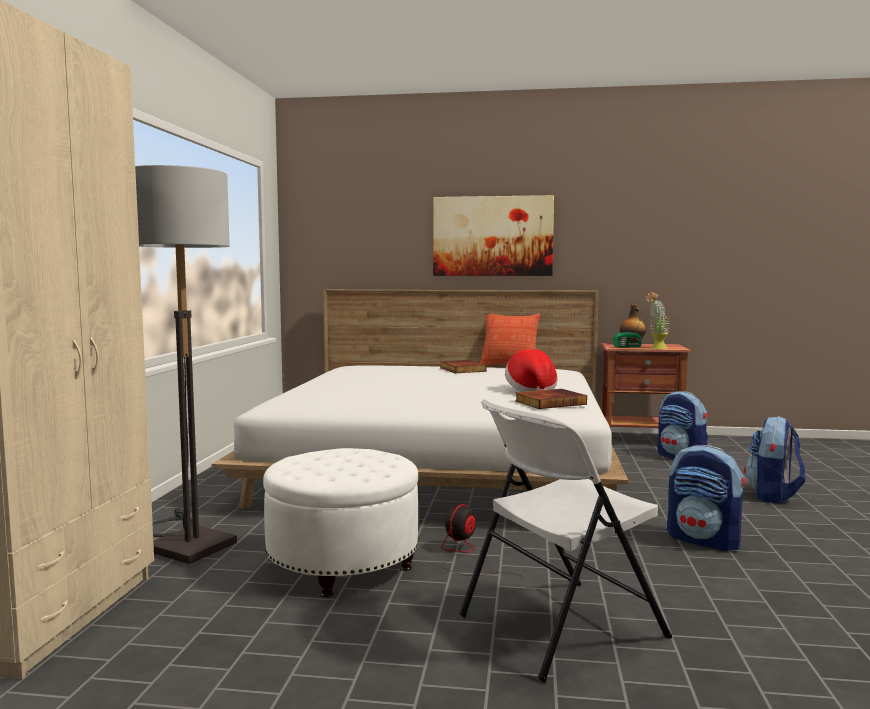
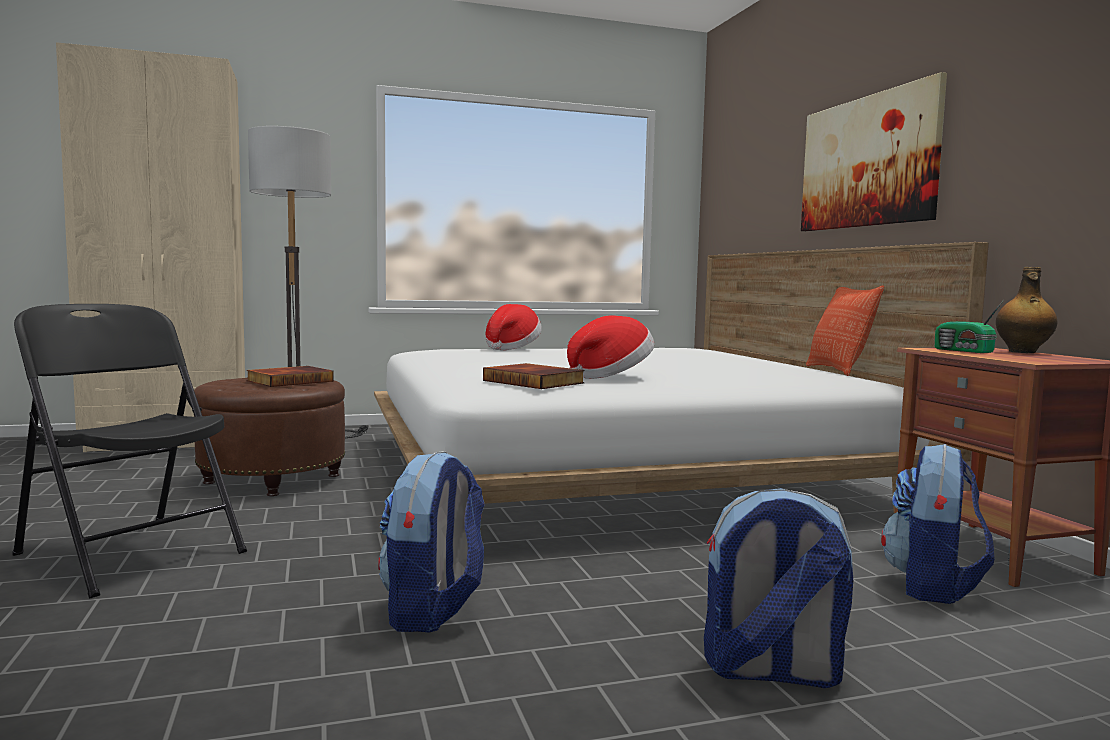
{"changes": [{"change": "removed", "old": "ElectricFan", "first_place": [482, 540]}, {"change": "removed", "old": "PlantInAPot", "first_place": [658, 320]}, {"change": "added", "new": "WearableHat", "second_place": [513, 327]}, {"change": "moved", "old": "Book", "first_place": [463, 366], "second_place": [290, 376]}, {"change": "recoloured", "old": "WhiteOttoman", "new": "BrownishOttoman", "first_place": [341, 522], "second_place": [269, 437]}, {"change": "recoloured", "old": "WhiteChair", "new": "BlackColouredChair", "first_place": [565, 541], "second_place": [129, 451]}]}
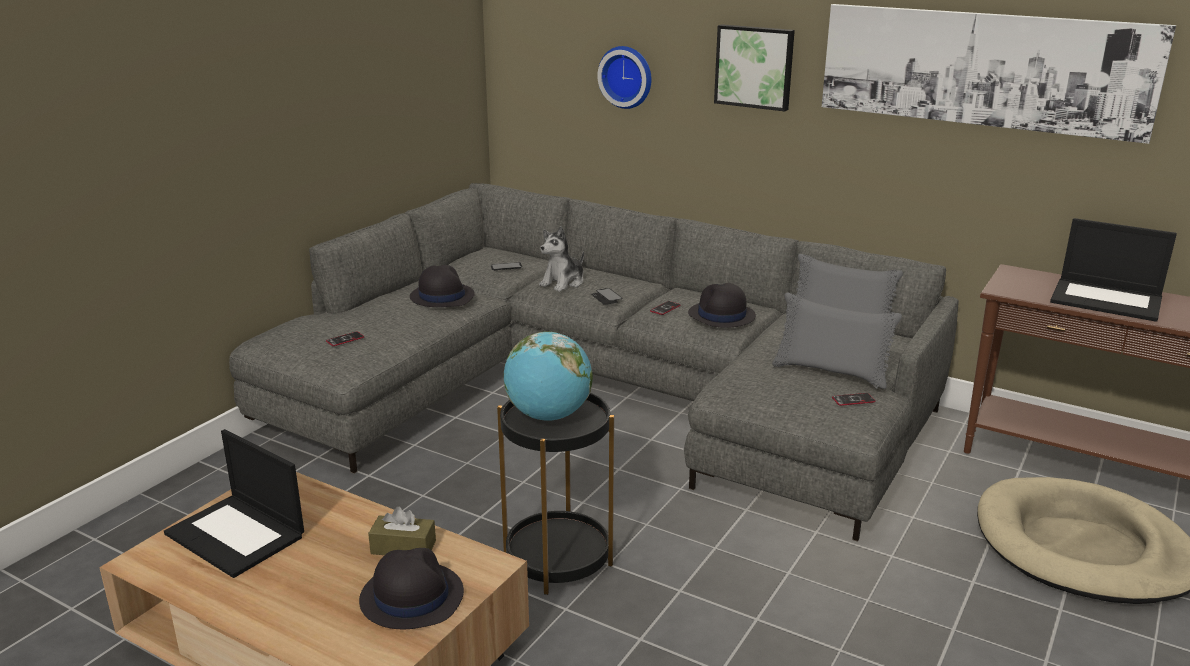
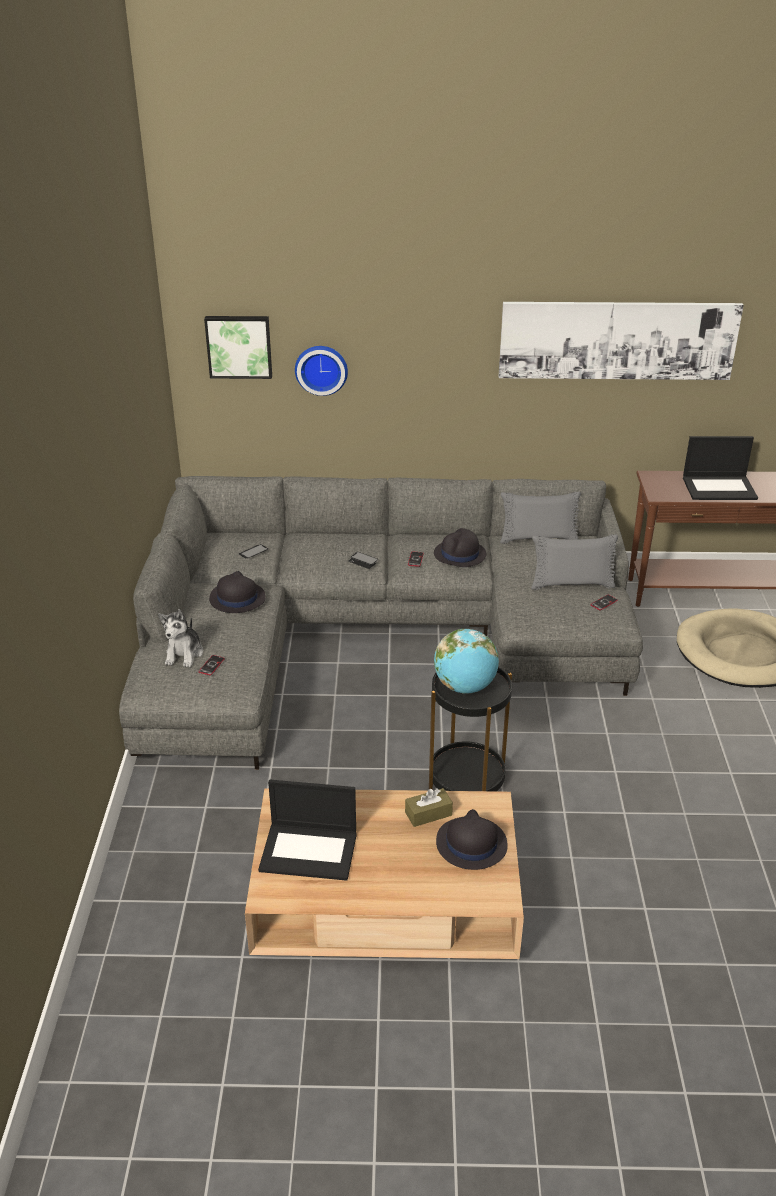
{"changes": [{"change": "moved", "old": "PlushToy", "first_place": [561, 259], "second_place": [180, 638]}, {"change": "moved", "old": "WallArt", "first_place": [754, 67], "second_place": [238, 347]}]}
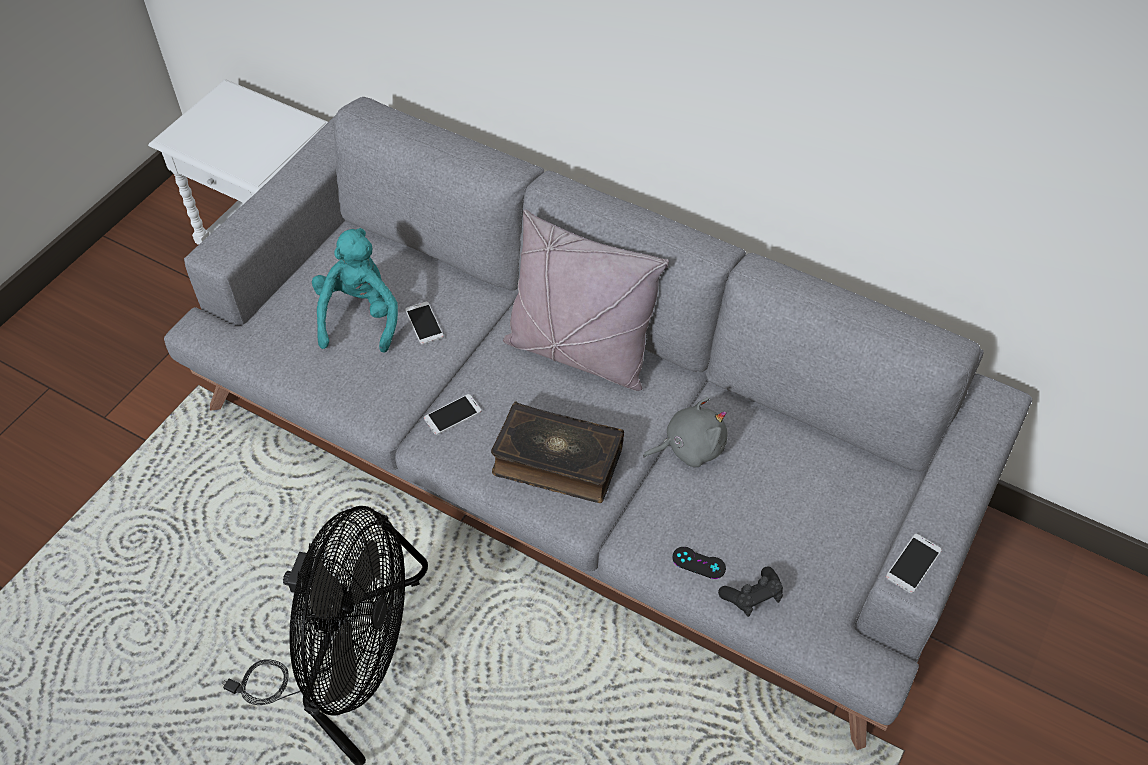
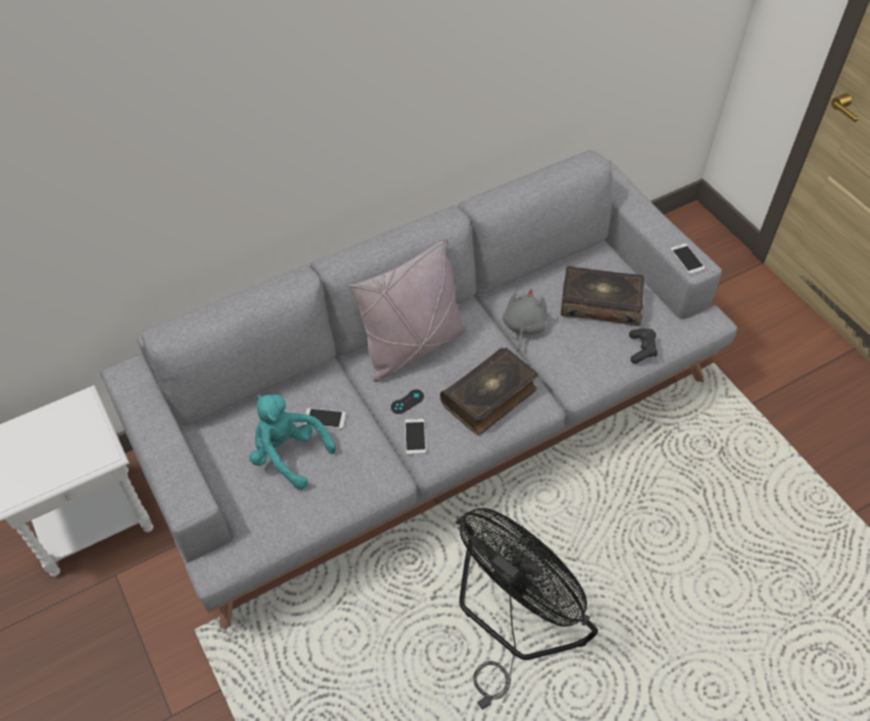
{"changes": [{"change": "added", "new": "Book", "second_place": [602, 296]}, {"change": "moved", "old": "BlackColouredGamepad", "first_place": [699, 563], "second_place": [407, 401]}]}
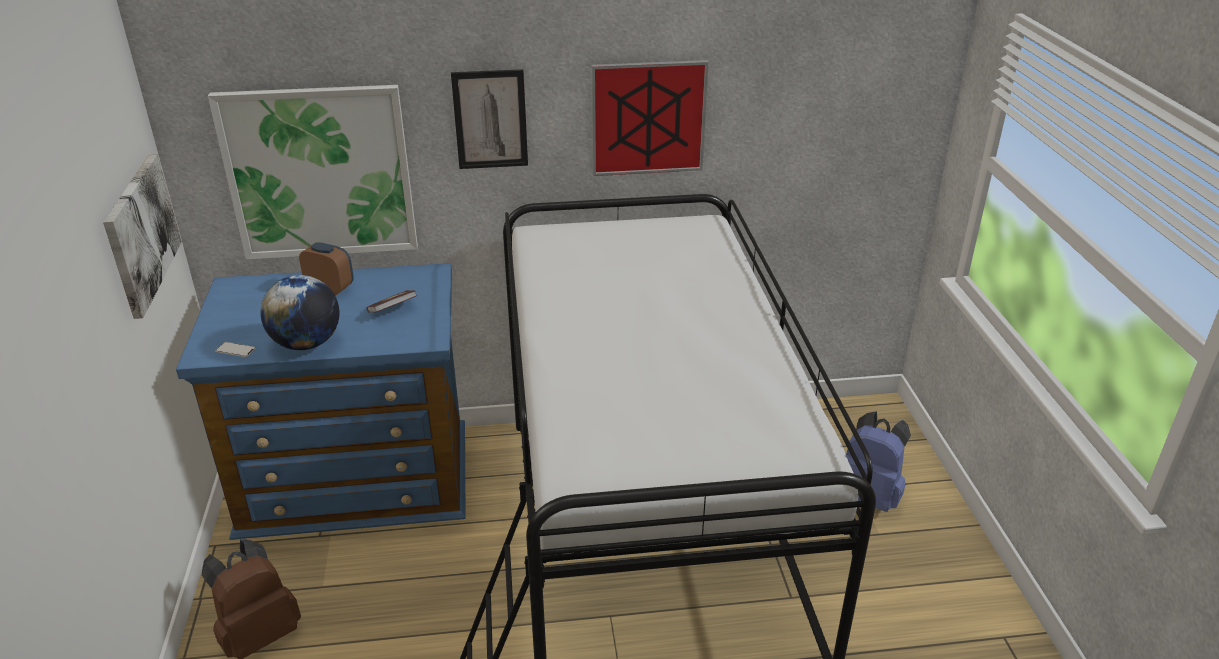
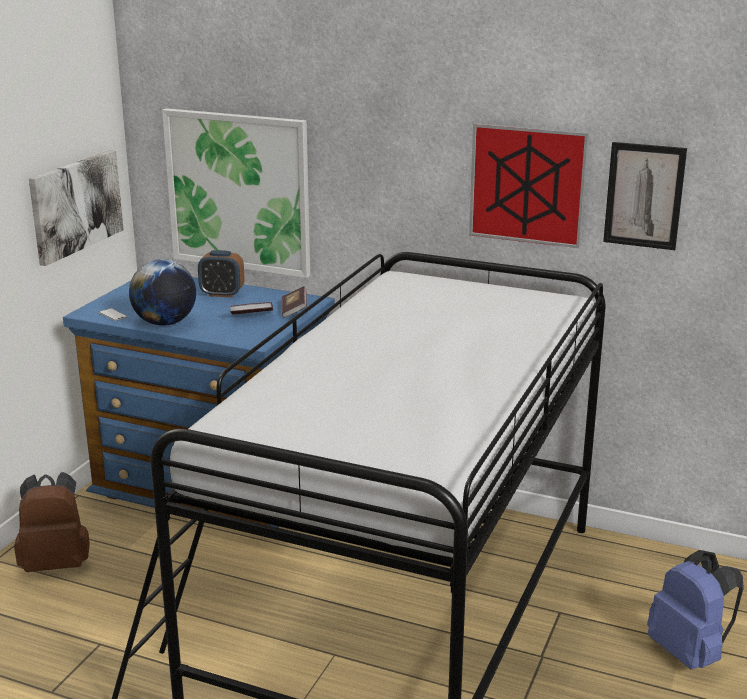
{"changes": [{"change": "added", "new": "Book", "second_place": [294, 302]}, {"change": "moved", "old": "WallArt", "first_place": [489, 119], "second_place": [645, 196]}, {"change": "turned", "old": "AlarmClock", "first_place": [326, 268], "second_place": [221, 274], "degrees": 135}]}
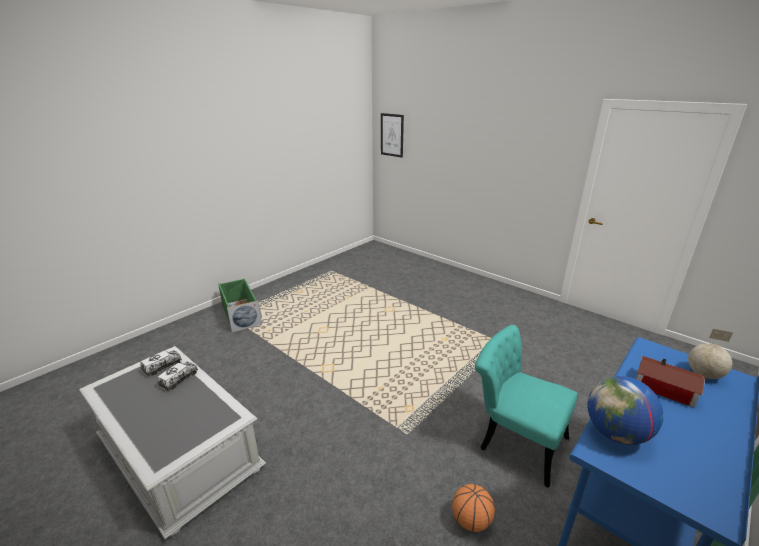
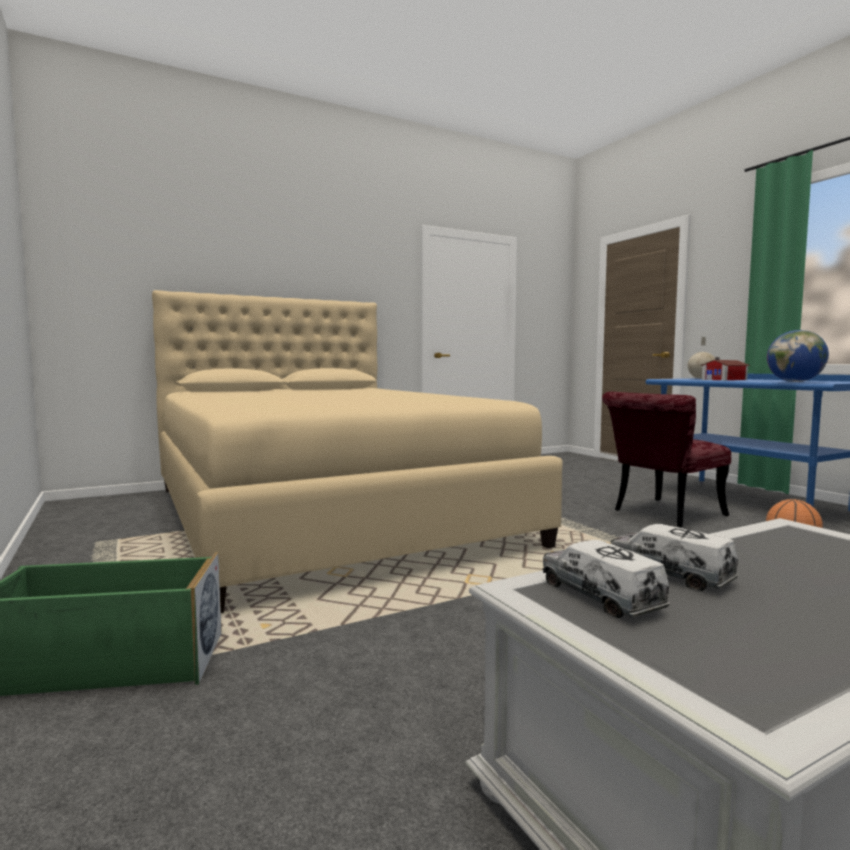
{"changes": [{"change": "removed", "old": "WallArt", "first_place": [392, 135]}, {"change": "added", "new": "BeigeColouredSleepingBed", "second_place": [357, 451]}, {"change": "recoloured", "old": "TurquoiseColouredChair", "new": "ReddishChair", "first_place": [526, 406], "second_place": [666, 459]}]}
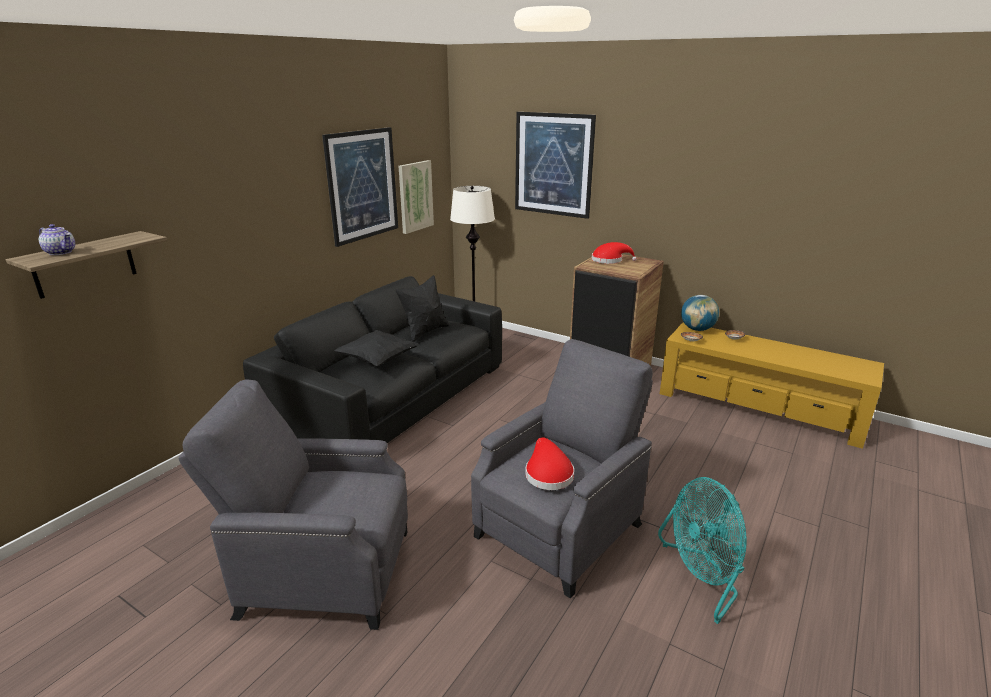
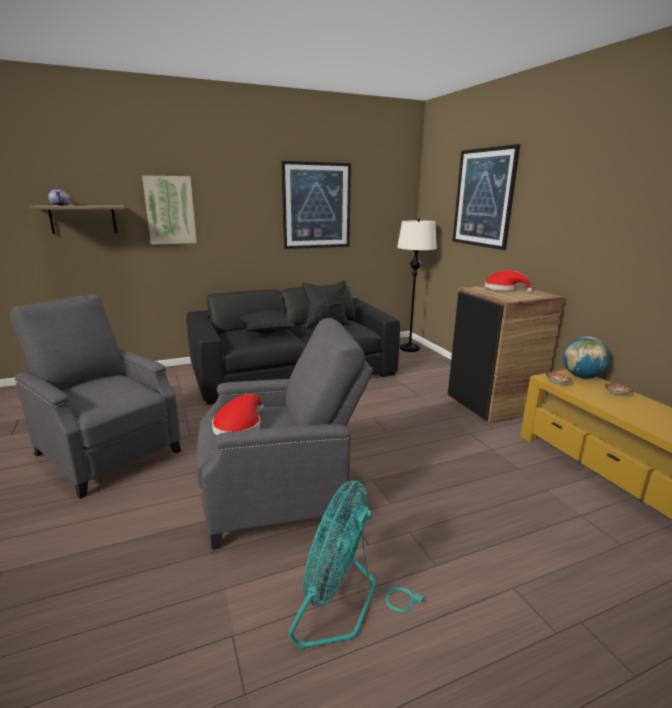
{"changes": [{"change": "moved", "old": "WallArt", "first_place": [416, 197], "second_place": [169, 209]}]}
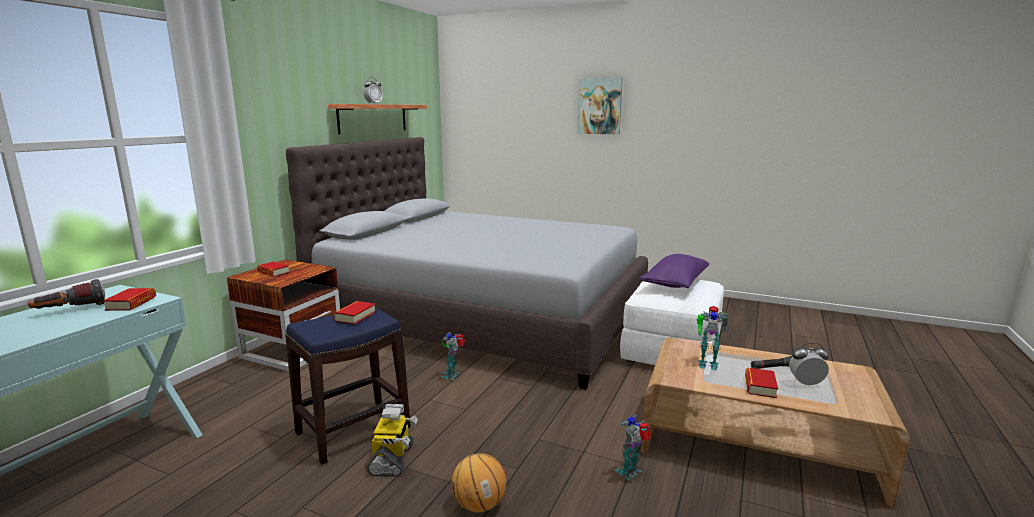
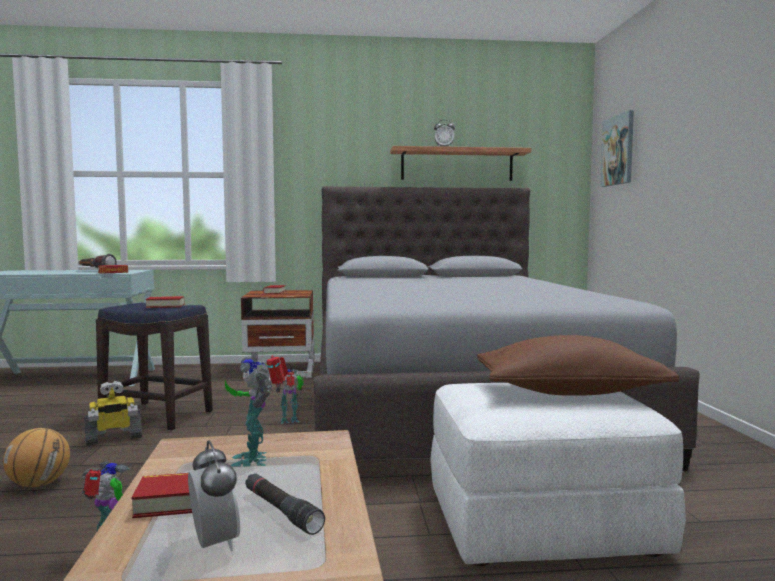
{"changes": [{"change": "moved", "old": "WallArt", "first_place": [600, 106], "second_place": [617, 148]}, {"change": "recoloured", "old": "PurplishPillow", "new": "BrownishPillow", "first_place": [674, 271], "second_place": [578, 365]}]}
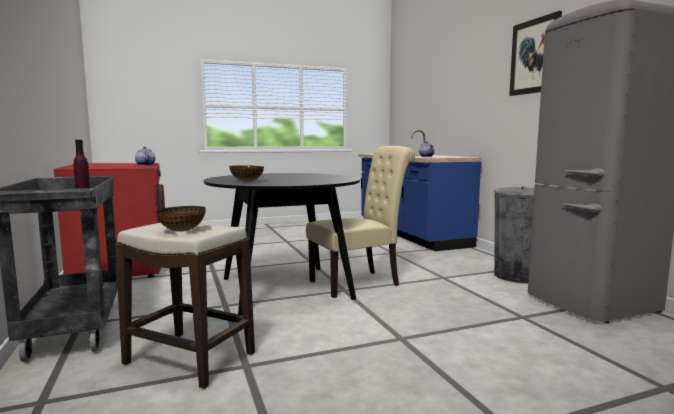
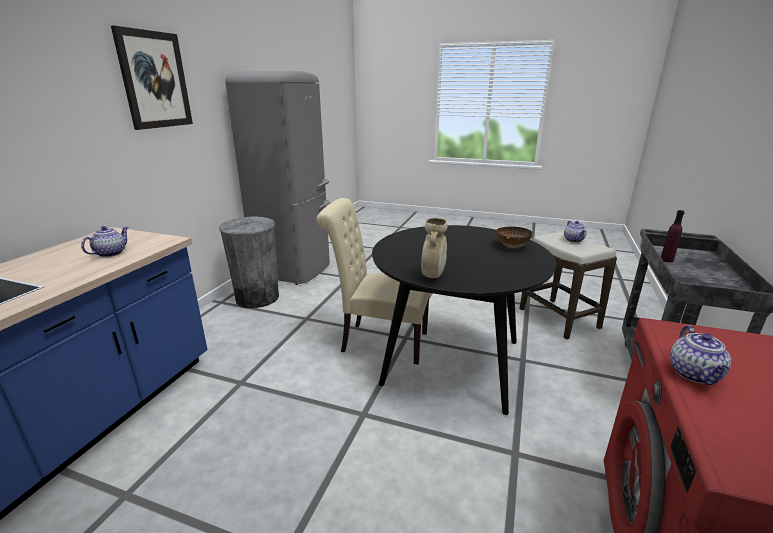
{"changes": [{"change": "added", "new": "BeigeColouredVase", "second_place": [434, 248]}, {"change": "replaced", "old": "Bowl", "new": "Teapot", "first_place": [181, 218], "second_place": [575, 231]}]}
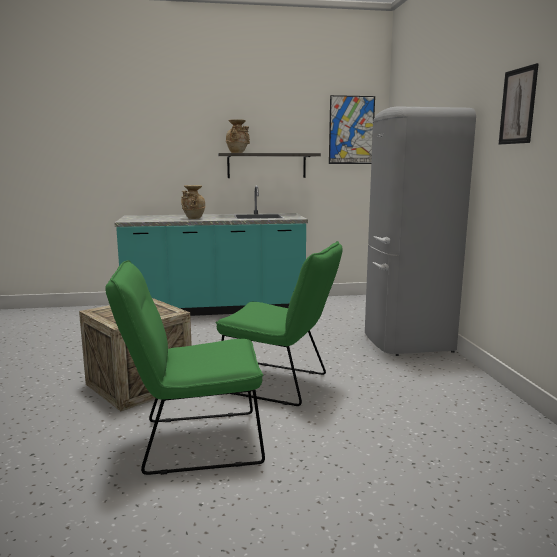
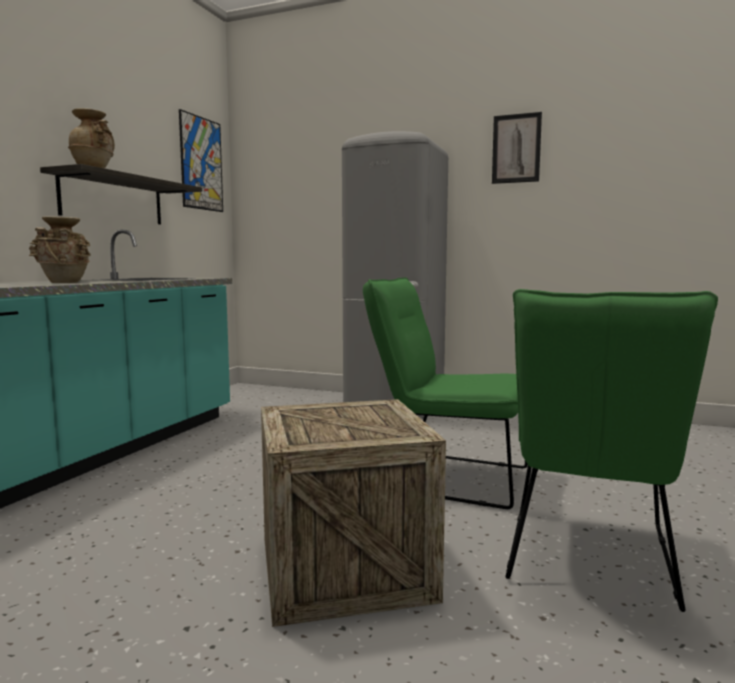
{"changes": [{"change": "turned", "old": "GreenishChair", "first_place": [279, 323], "second_place": [445, 393], "degrees": -120}]}
